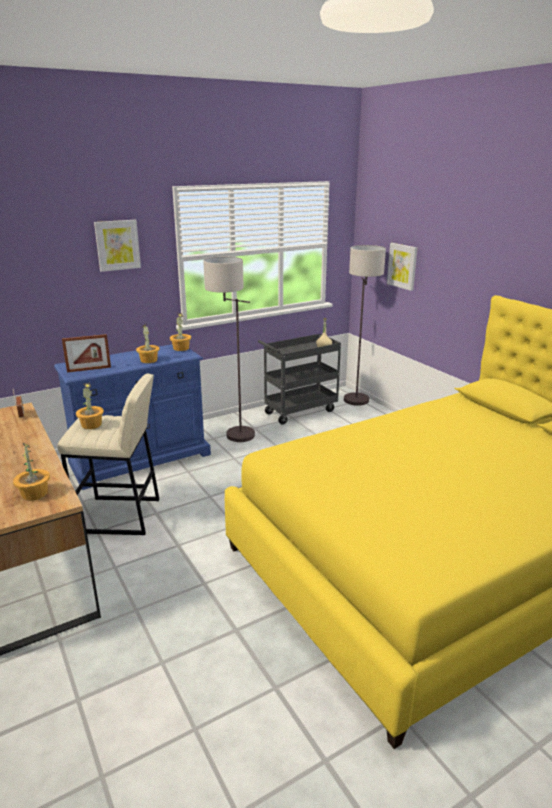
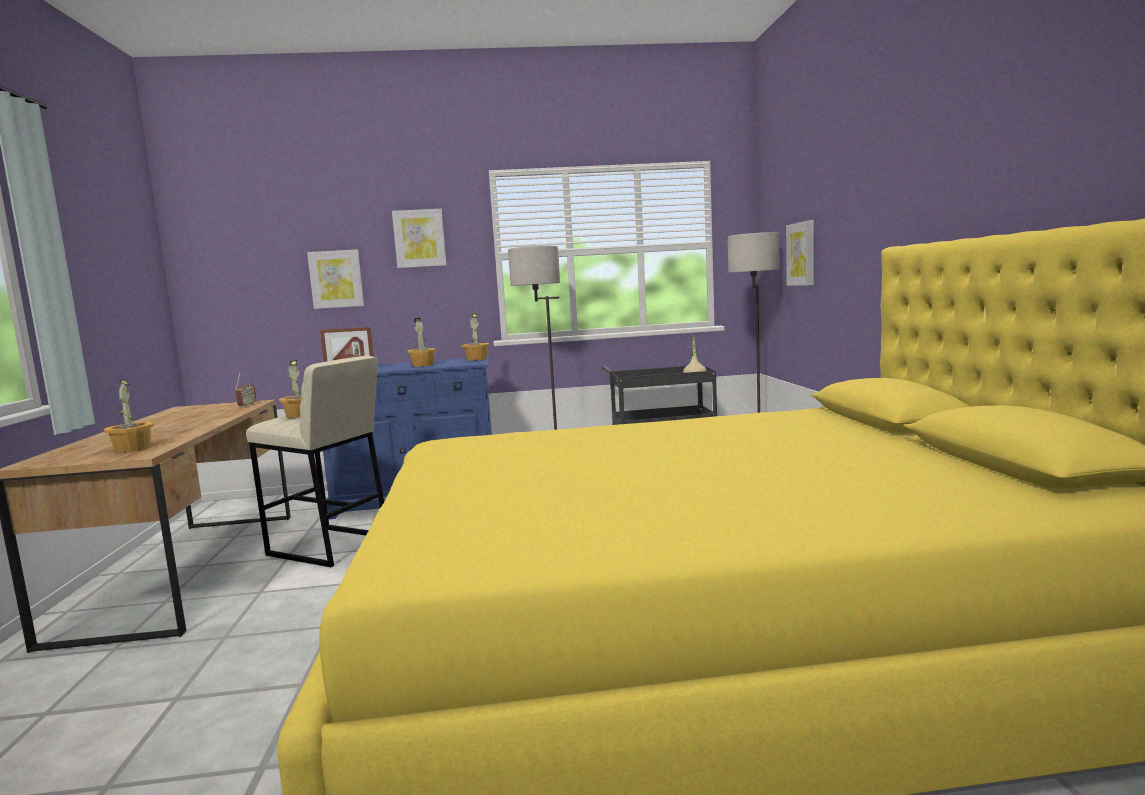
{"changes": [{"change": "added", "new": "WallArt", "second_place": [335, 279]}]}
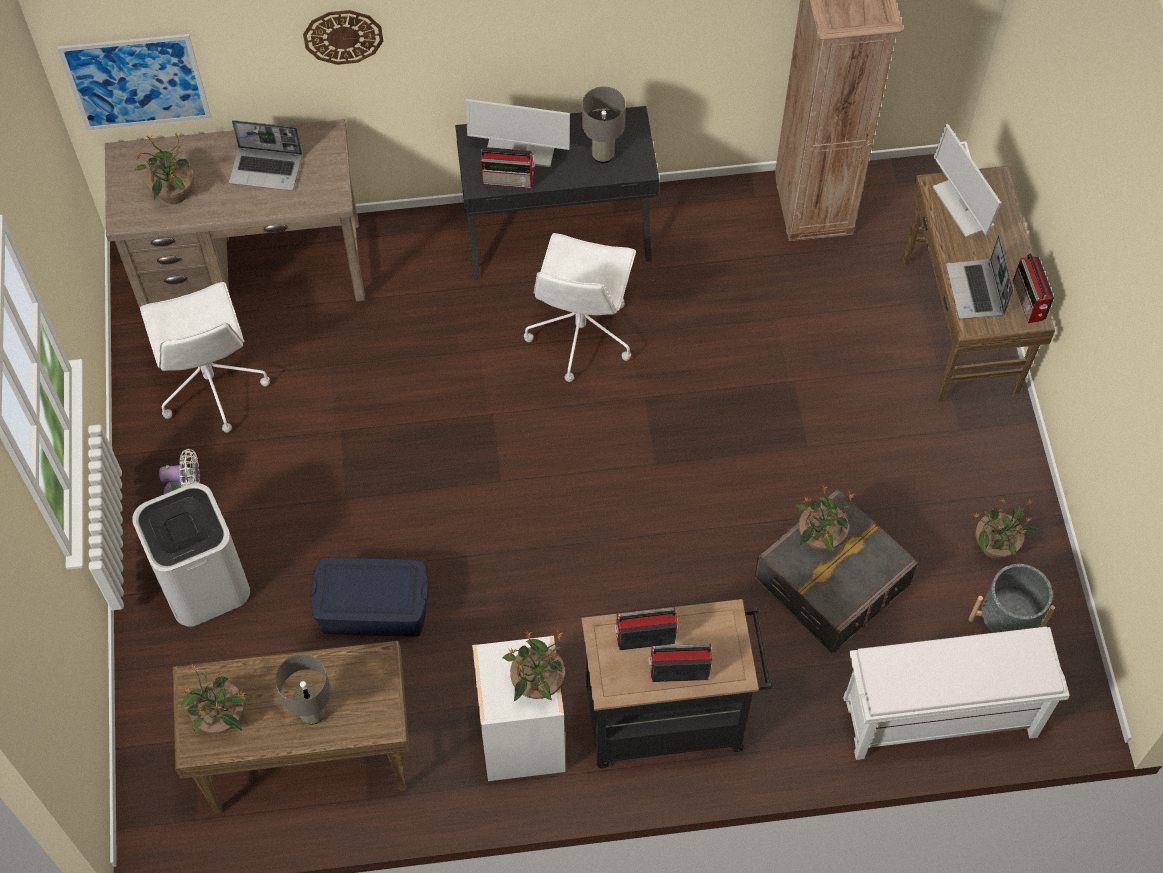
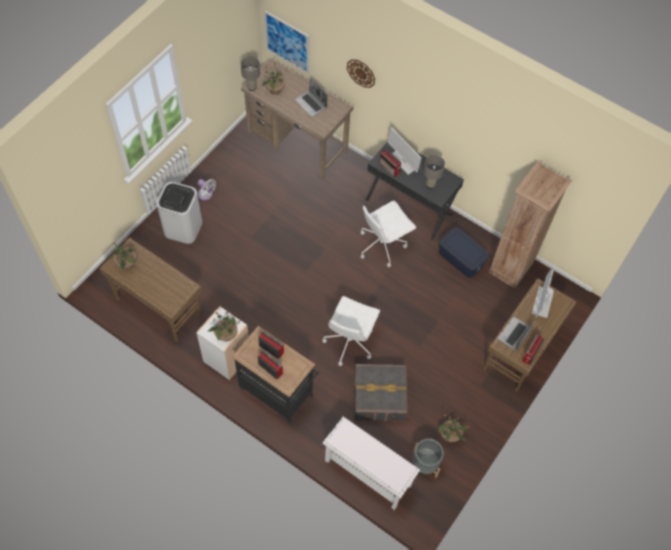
{"changes": [{"change": "removed", "old": "PlantInAPot", "first_place": [824, 518]}, {"change": "moved", "old": "WhiteOfficeChair", "first_place": [205, 357], "second_place": [351, 331]}, {"change": "moved", "old": "GrayTabletopLamp", "first_place": [303, 689], "second_place": [250, 73]}, {"change": "moved", "old": "BlueColouredStorageContainer", "first_place": [369, 596], "second_place": [464, 252]}]}
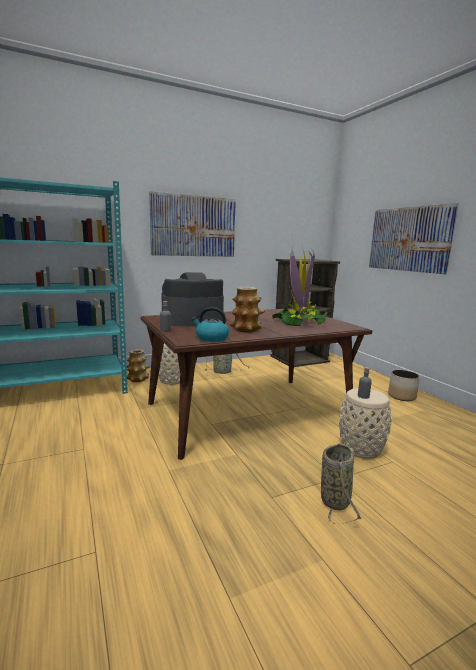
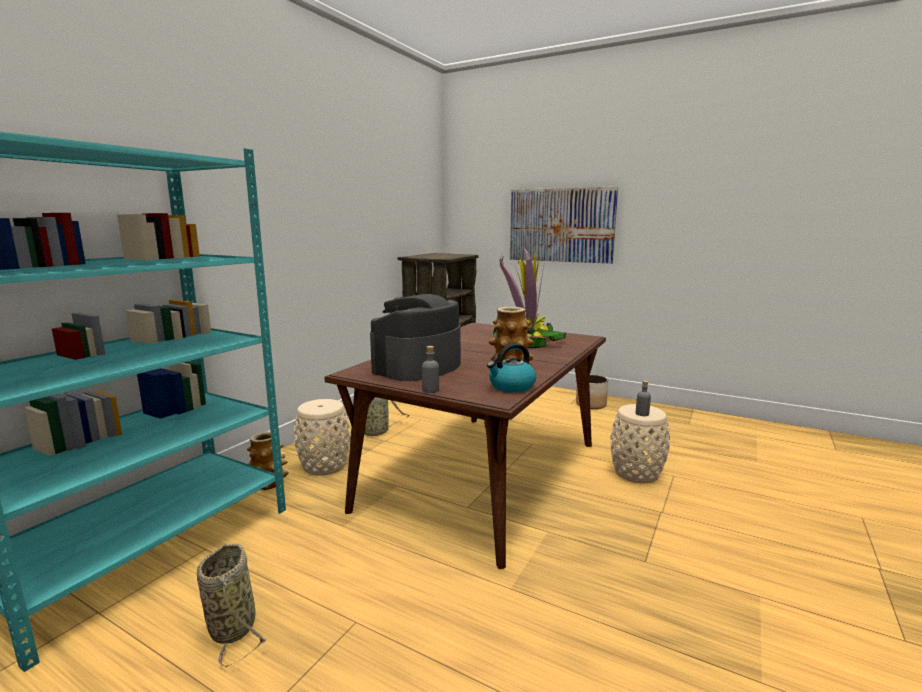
{"changes": [{"change": "removed", "old": "WallArt", "first_place": [192, 224]}, {"change": "moved", "old": "Basket", "first_place": [341, 484], "second_place": [232, 605]}]}
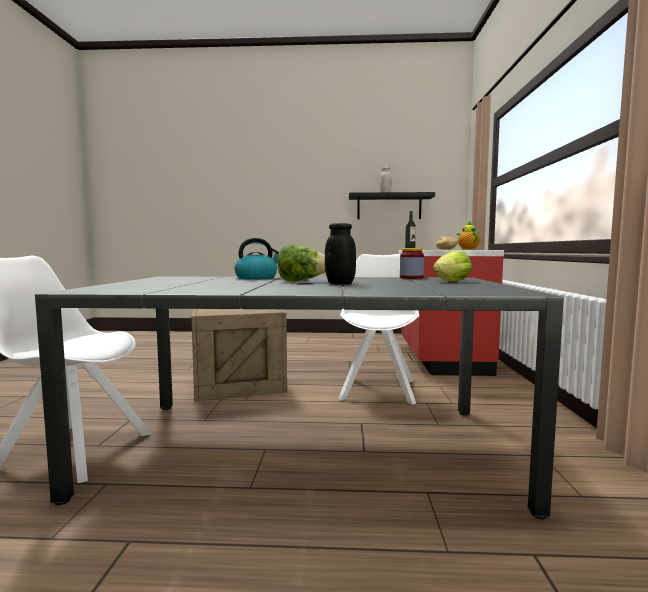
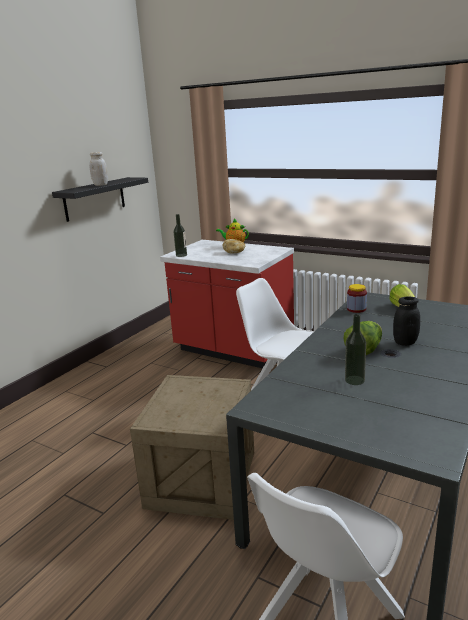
{"changes": [{"change": "removed", "old": "TeaKettle", "first_place": [256, 259]}, {"change": "added", "new": "Bottle", "second_place": [355, 349]}]}
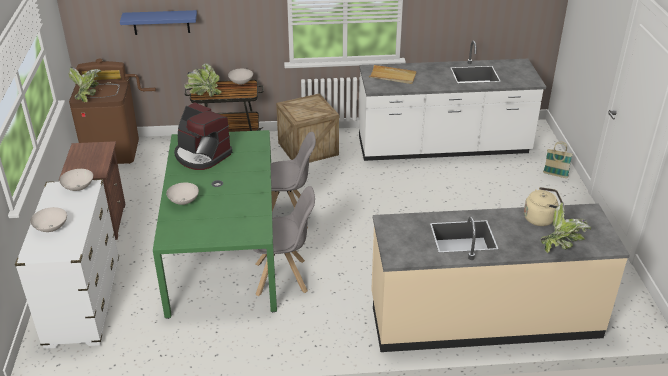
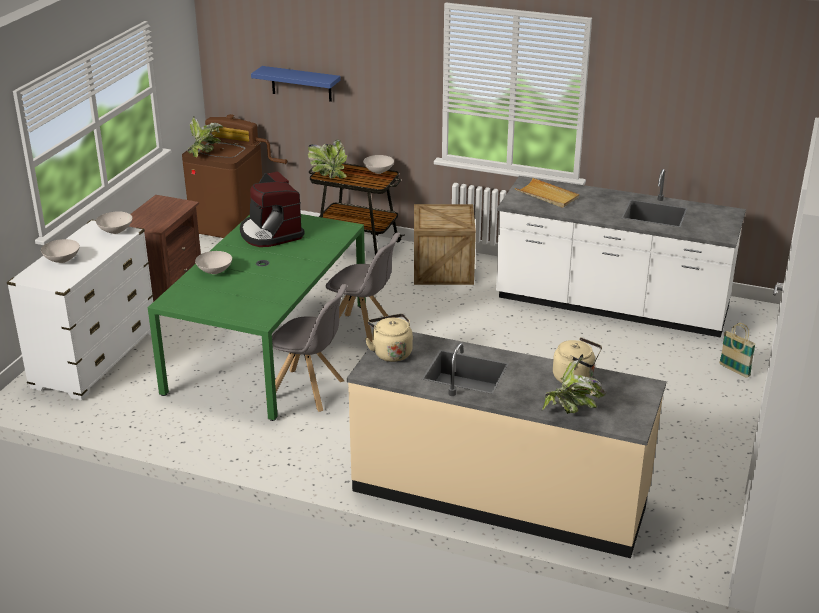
{"changes": [{"change": "added", "new": "BeigeColouredTeaKettle", "second_place": [389, 338]}]}
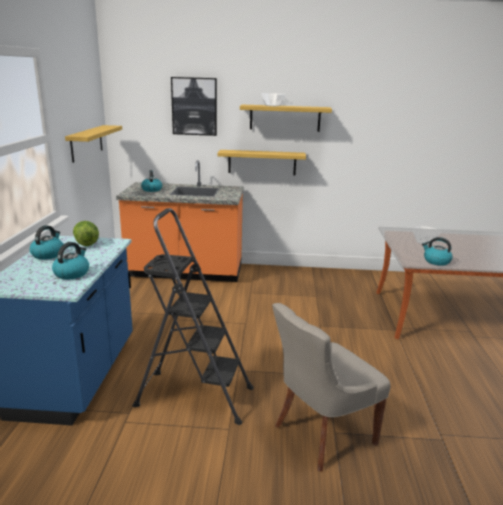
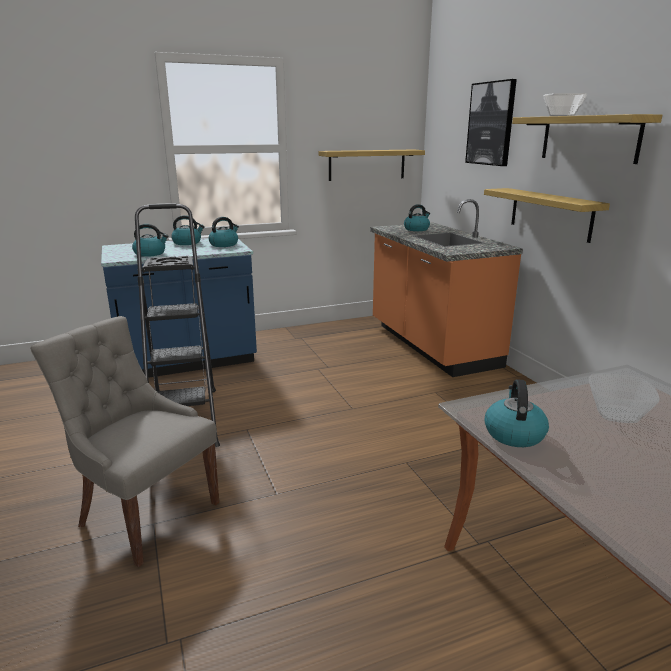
{"changes": [{"change": "replaced", "old": "LettuceHead", "new": "TeaKettle", "first_place": [86, 233], "second_place": [224, 232]}]}
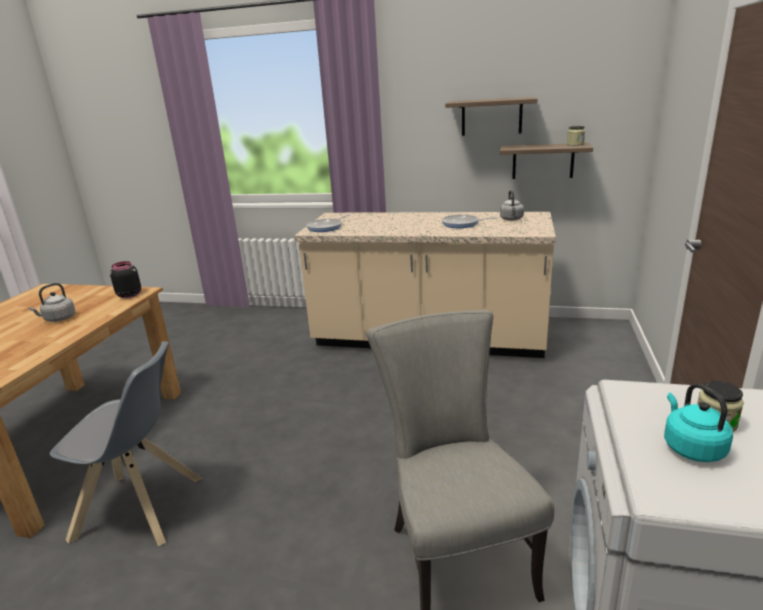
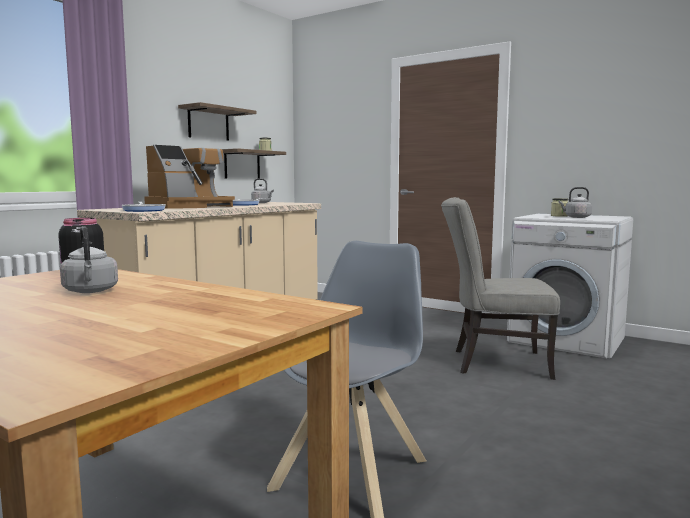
{"changes": [{"change": "added", "new": "CoffeeMaker", "second_place": [189, 177]}, {"change": "recoloured", "old": "TurquoiseColouredTeaKettle", "new": "GrayTeaKettle", "first_place": [698, 422], "second_place": [575, 202]}]}
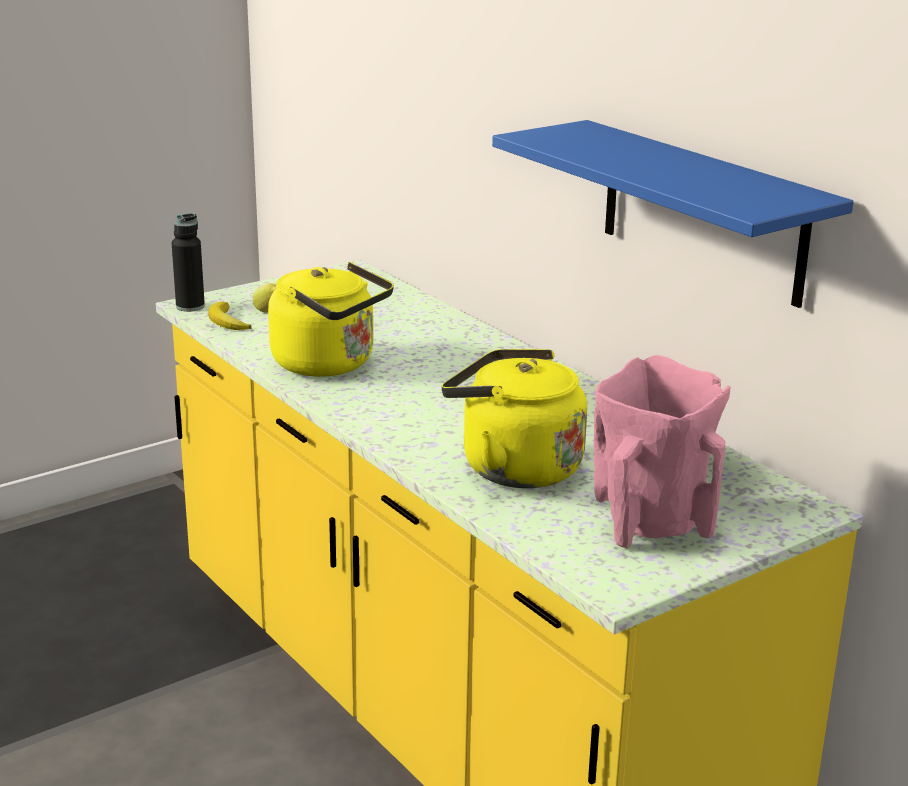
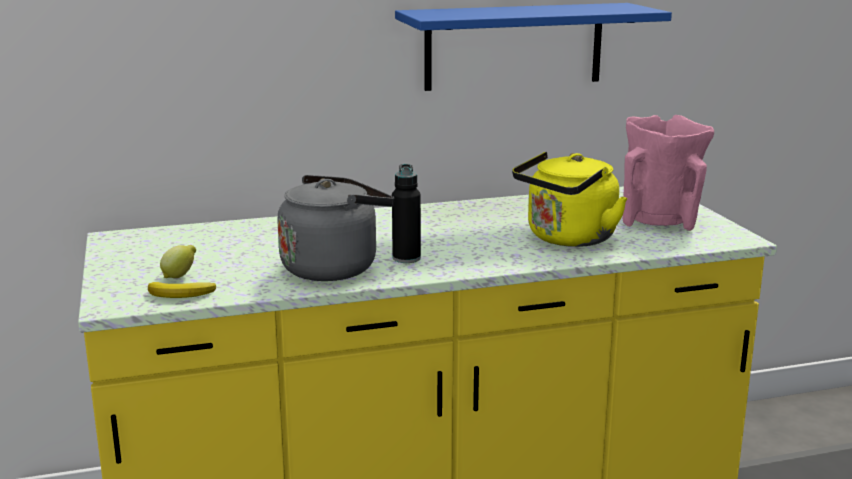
{"changes": [{"change": "moved", "old": "BlackColouredBottle", "first_place": [188, 262], "second_place": [406, 213]}, {"change": "recoloured", "old": "YellowishTeaKettle", "new": "GrayTeaKettle", "first_place": [331, 319], "second_place": [336, 228]}]}
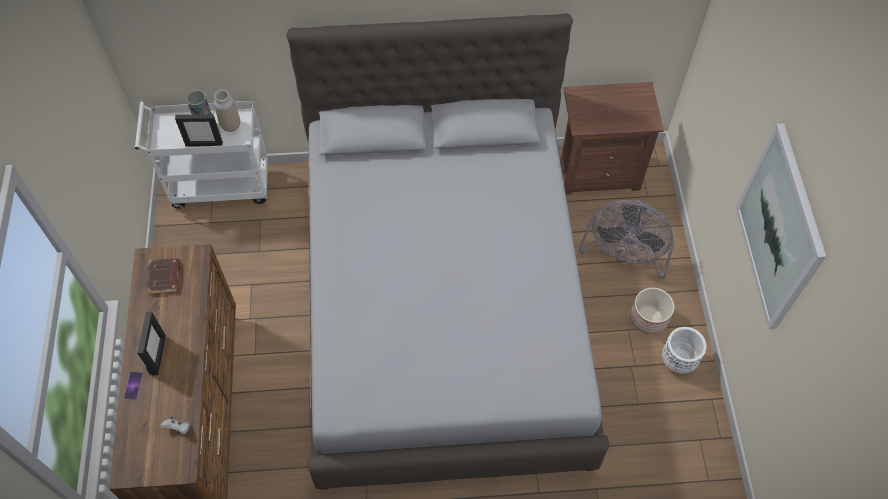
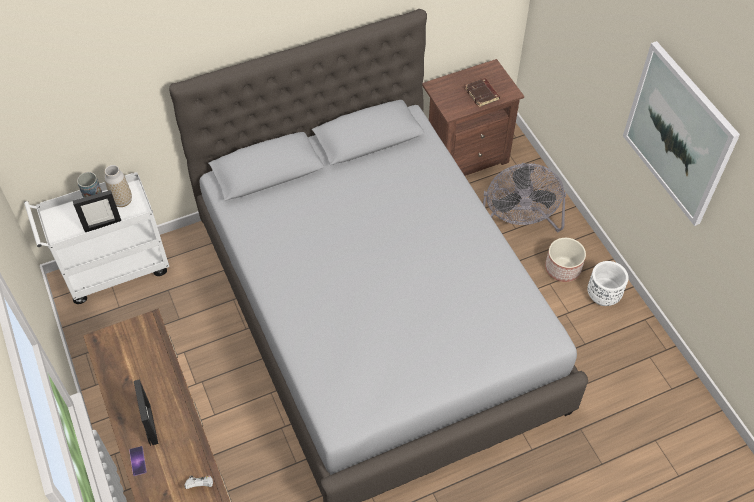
{"changes": [{"change": "moved", "old": "BrownishBook", "first_place": [163, 276], "second_place": [482, 92]}]}
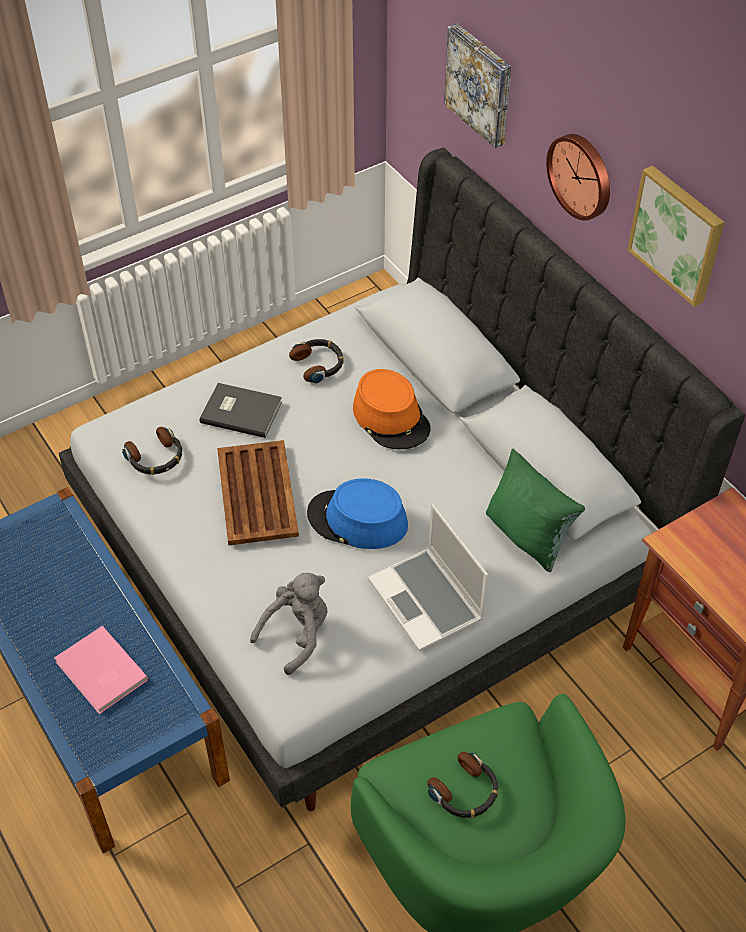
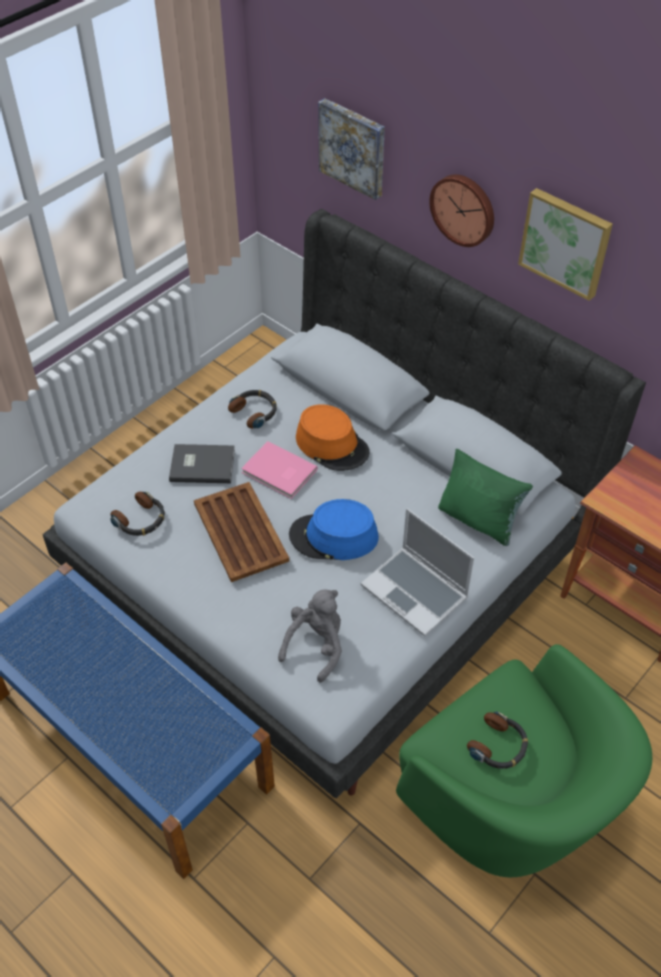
{"changes": [{"change": "moved", "old": "PinkBook", "first_place": [101, 670], "second_place": [279, 470]}]}
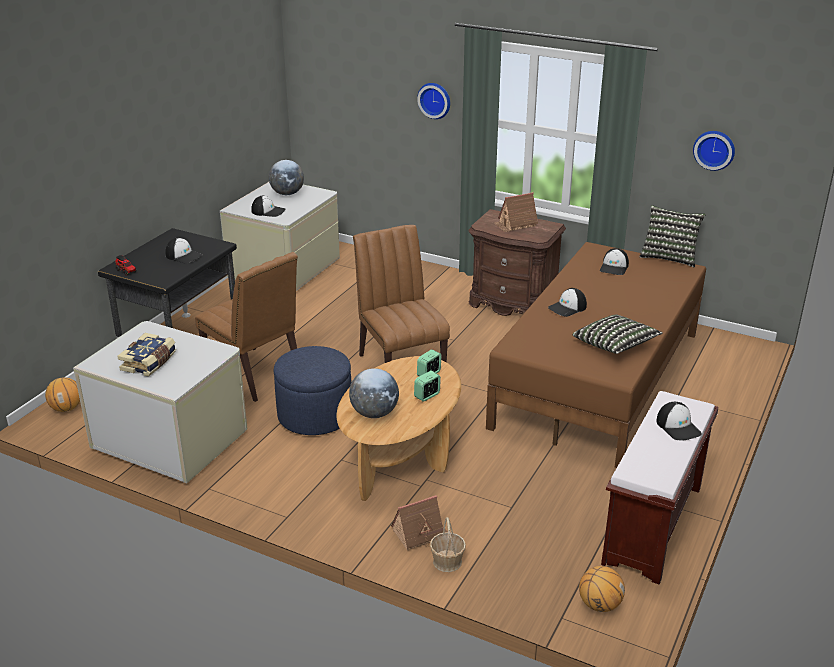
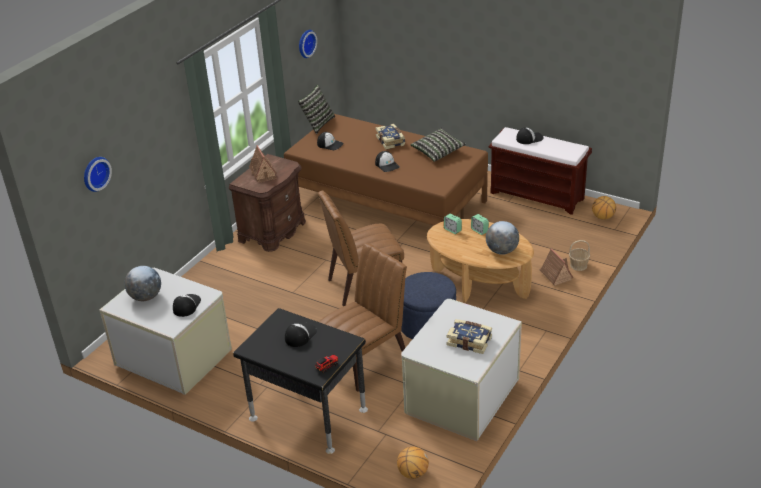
{"changes": [{"change": "added", "new": "Book", "second_place": [390, 136]}, {"change": "moved", "old": "WallClock", "first_place": [433, 101], "second_place": [98, 174]}]}
